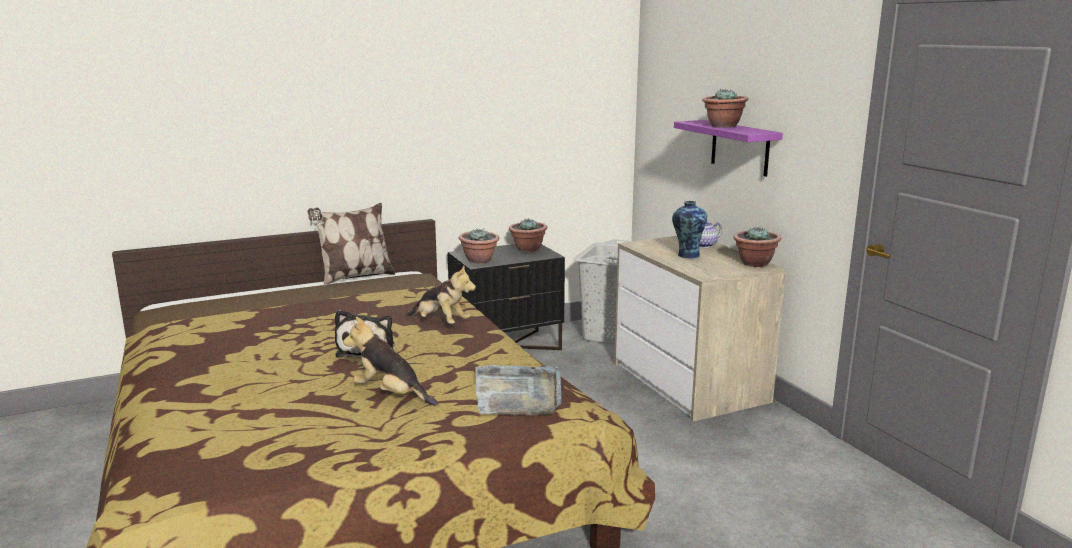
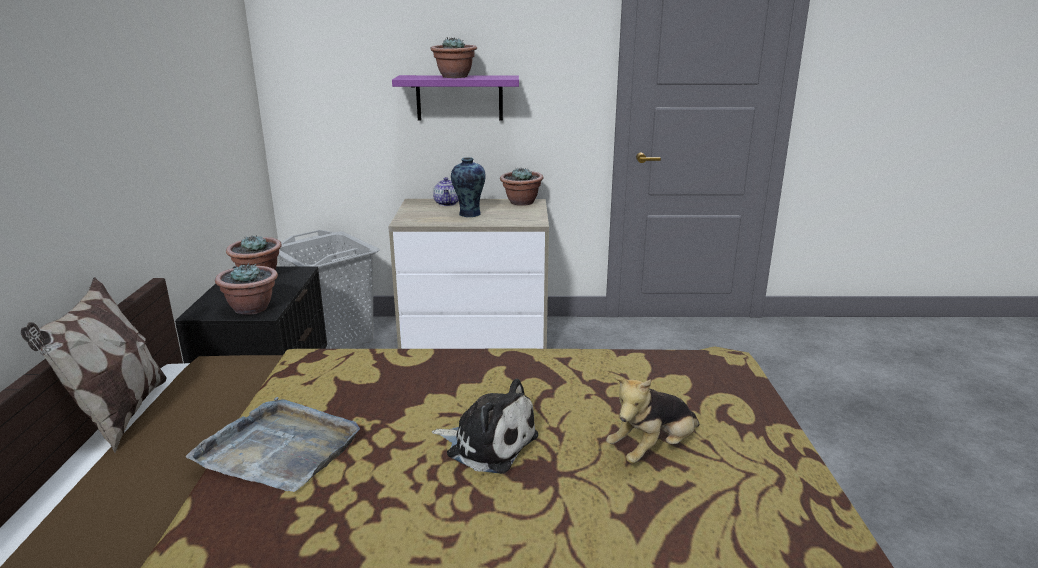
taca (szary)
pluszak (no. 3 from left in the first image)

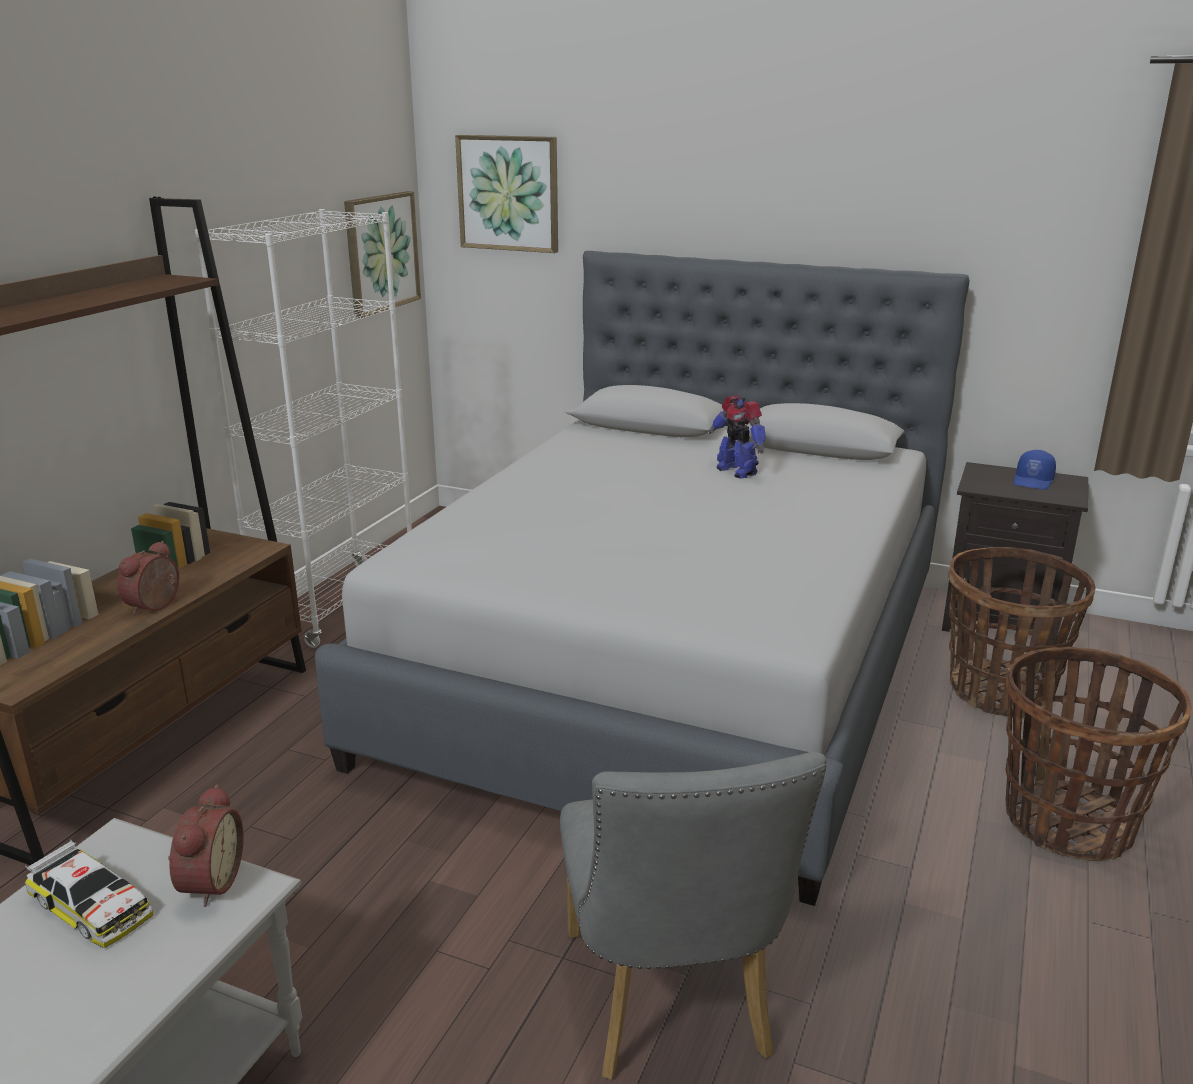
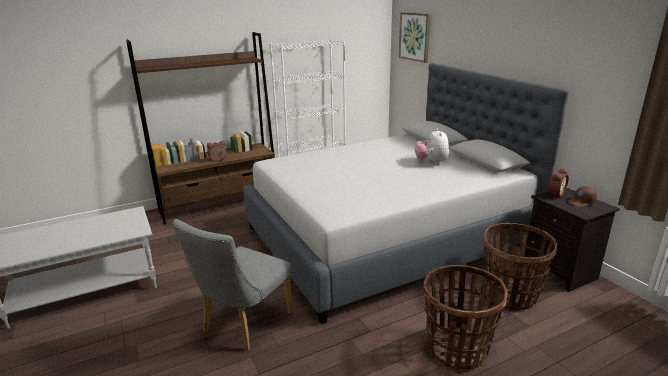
pluszak
budzik (no. 2 from left)
czapka z daszkiem (brązowy)
samochodzik
obraz (no. 1 from left in the first image)

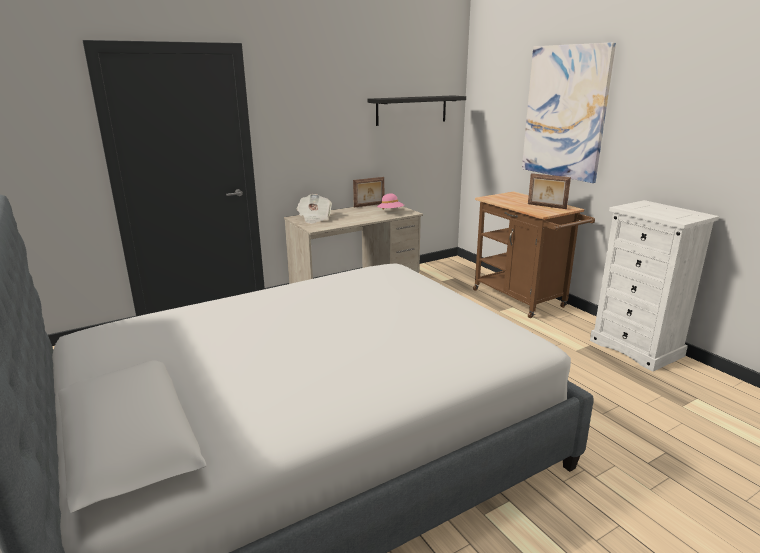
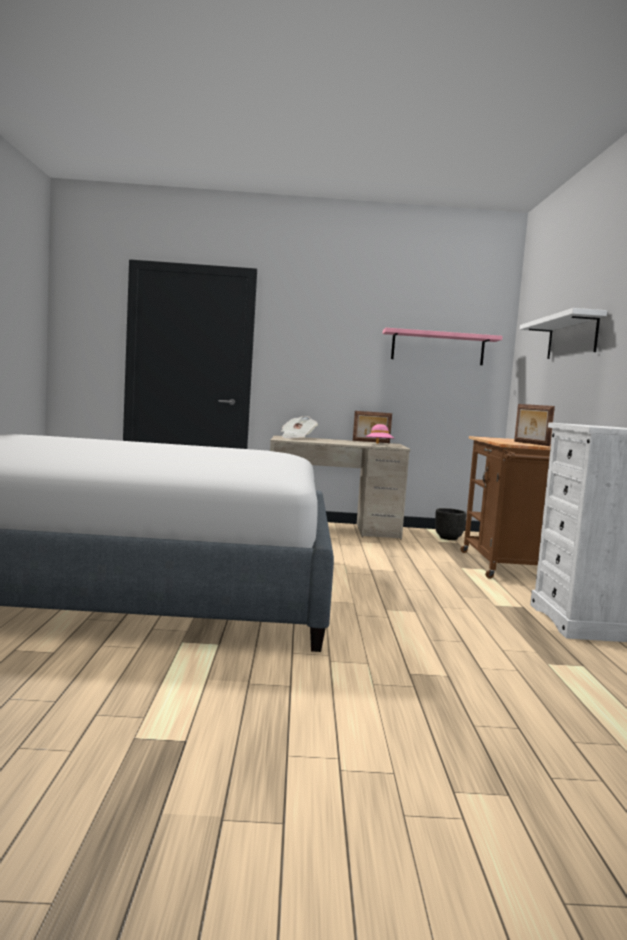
półka (różowy)
donica (czarny)
półka (biały)

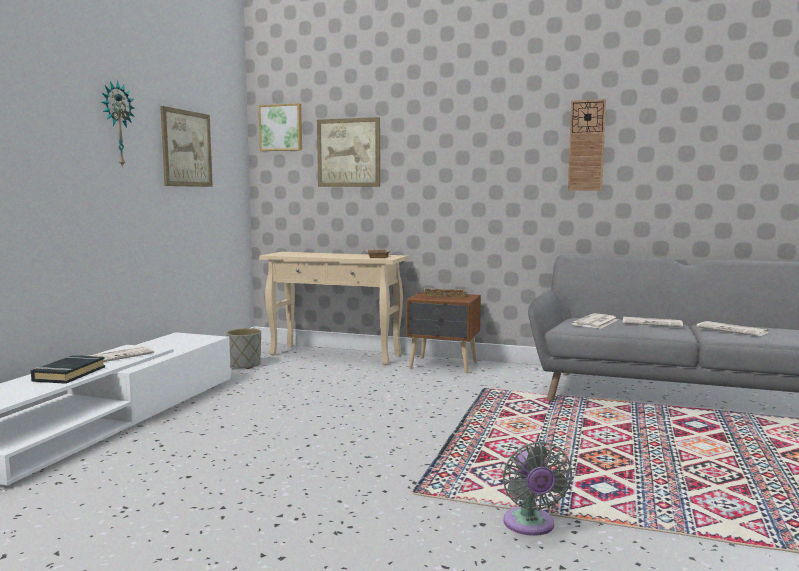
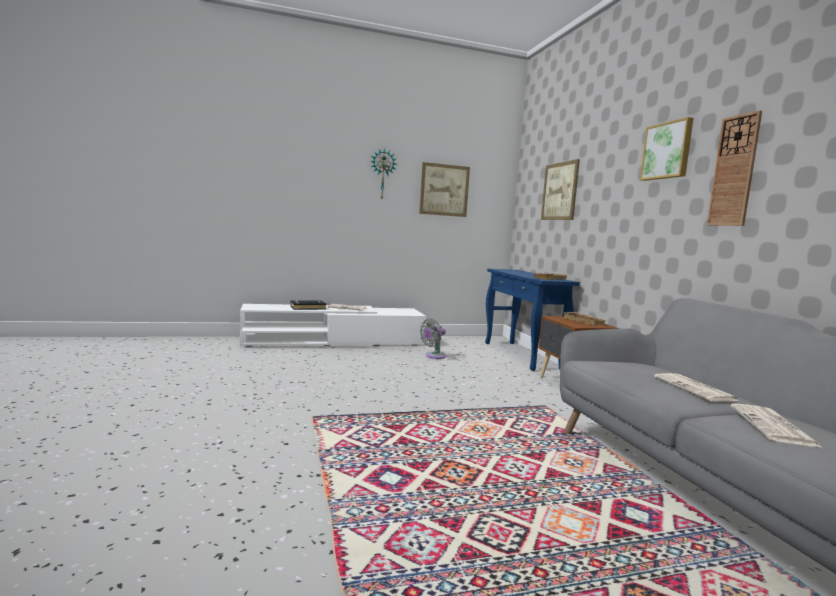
wentylator (szary)
stolik konsolowy (niebieski)
obraz (no. 3 from left)
donica (szary)
gazeta (no. 2 from left in the first image)

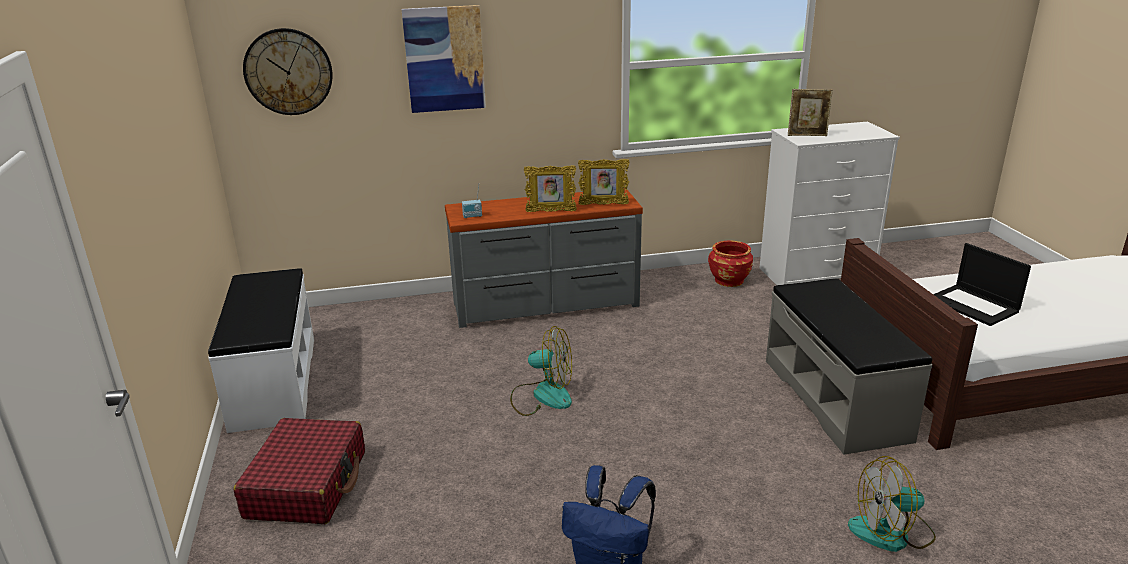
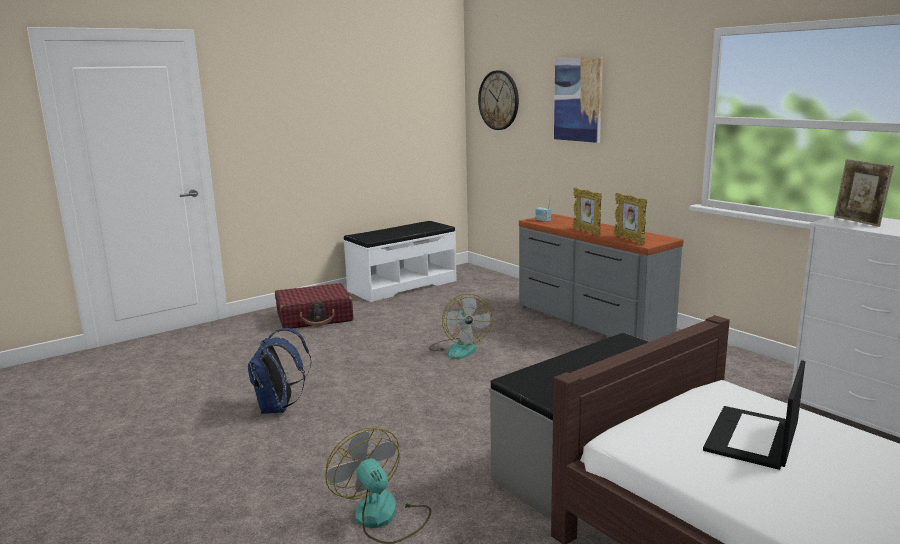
donica (czerwony)

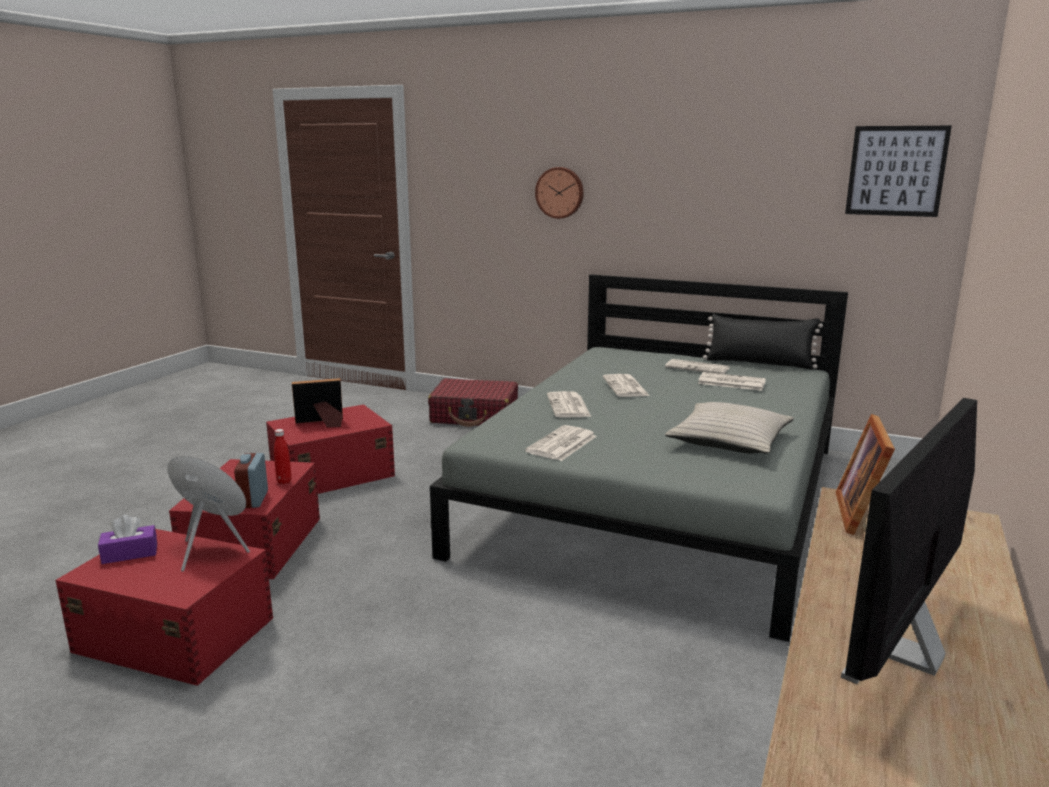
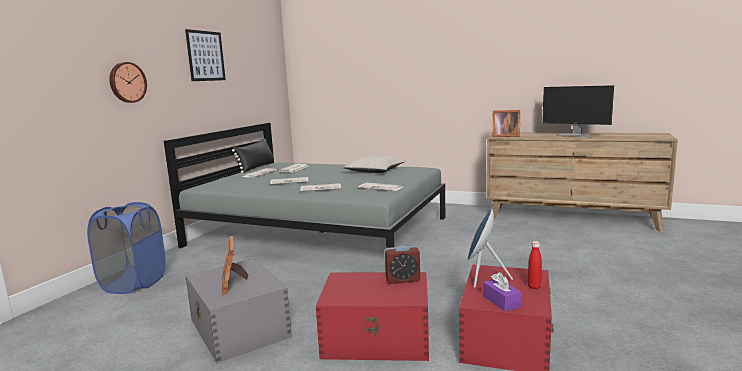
kosz na pranie (niebieski)
obraz
pojemnik do przechowywania (szary)
butelka (czerwony)

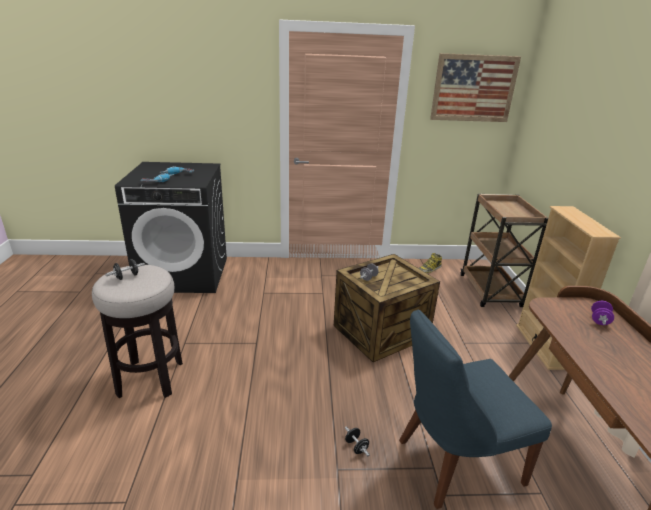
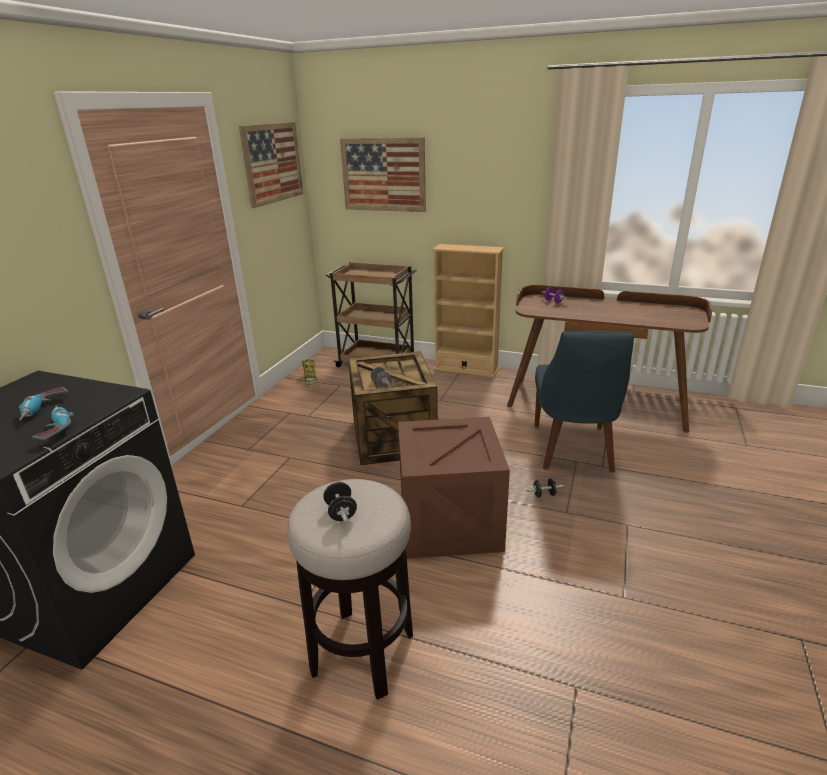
obraz (no. 2 from left)
skrzynka (no. 2 from left)

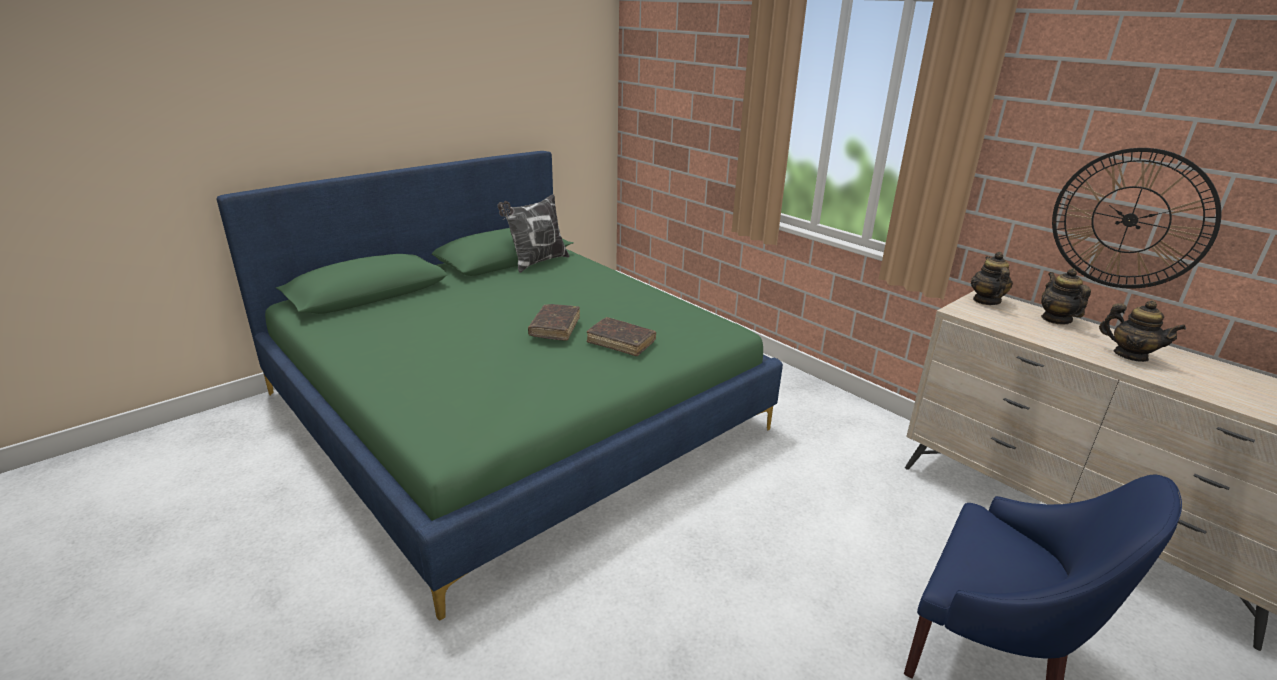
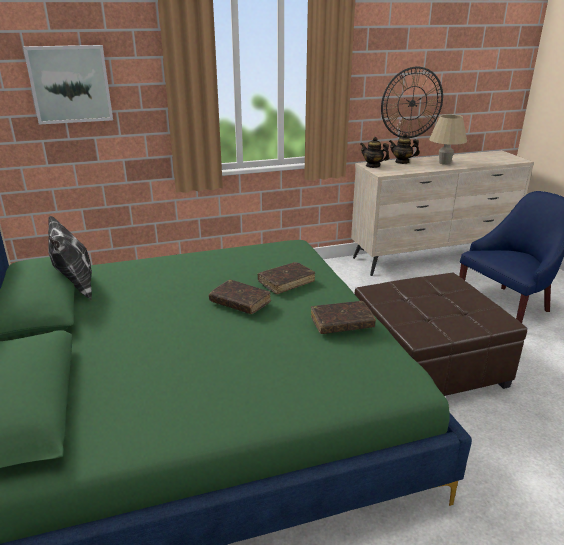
obraz
książka (brązowy) (no. 3 from left)
pufa (brązowy)
lampa stołowa (beżowy)

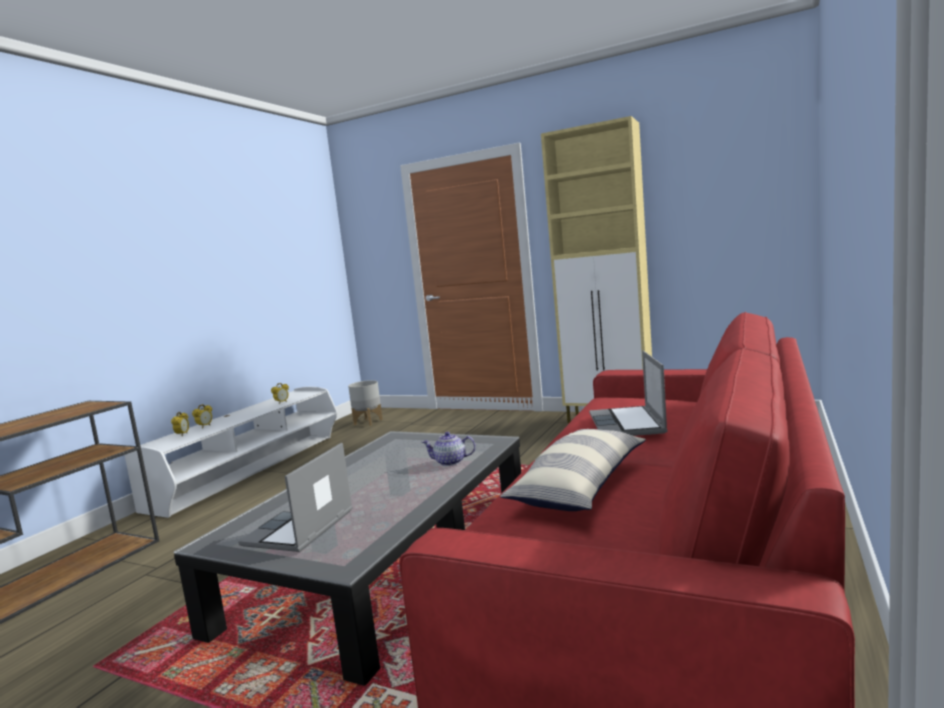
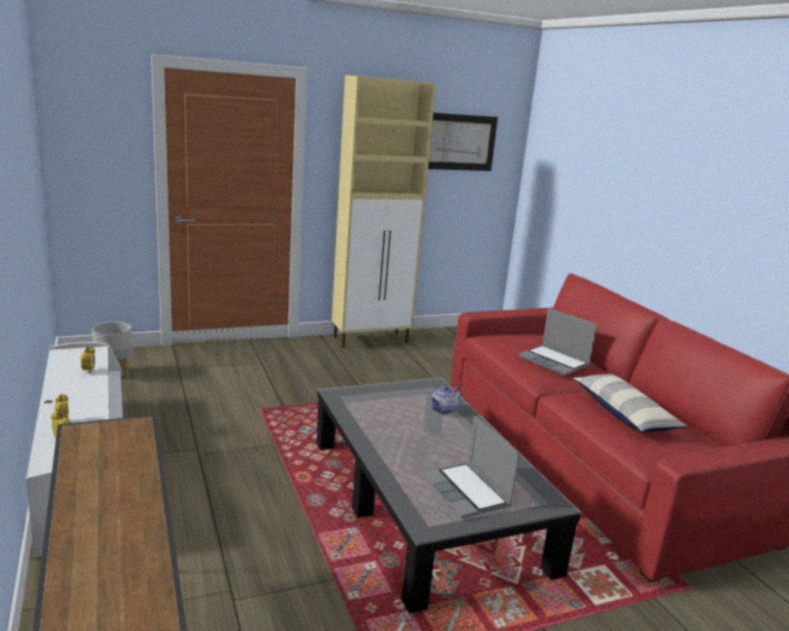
obraz

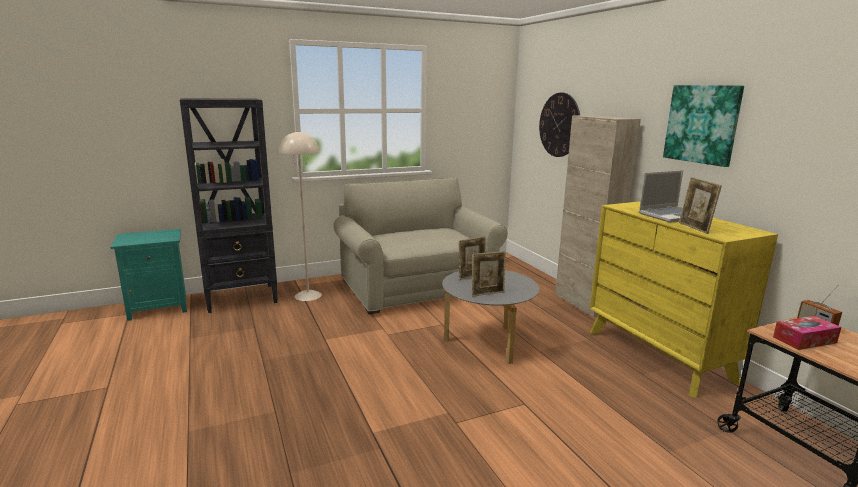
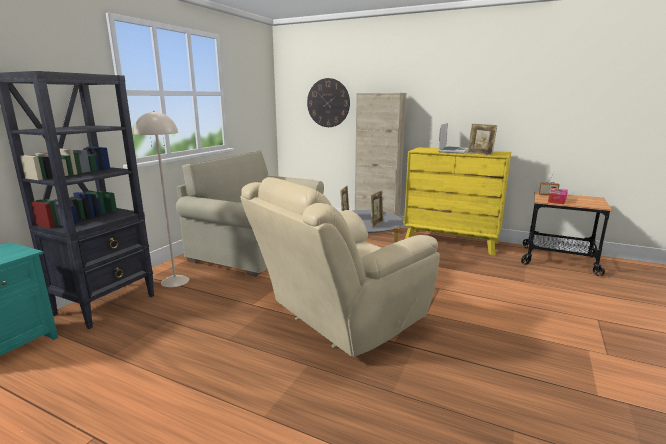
fotel (beżowy)
obraz

